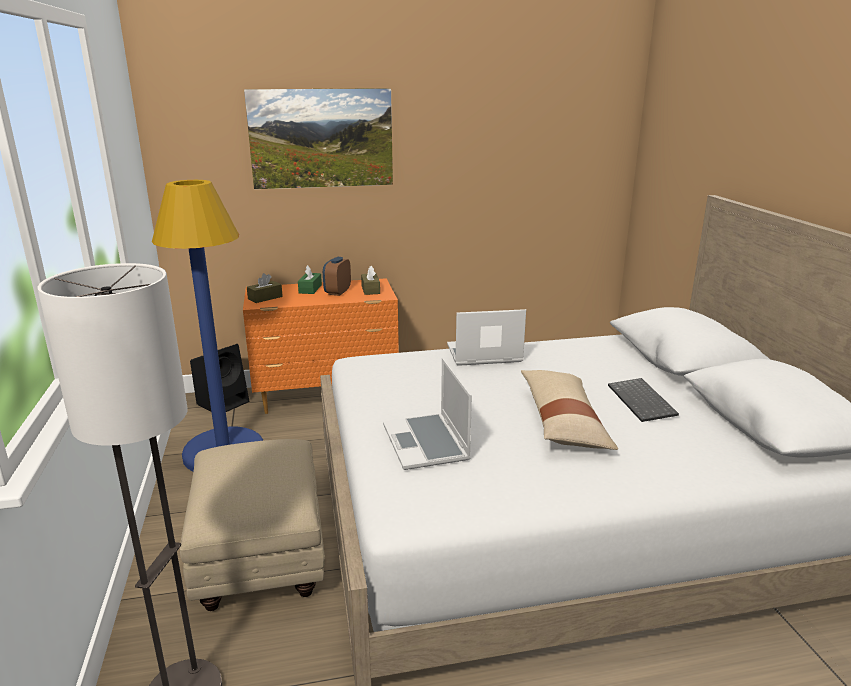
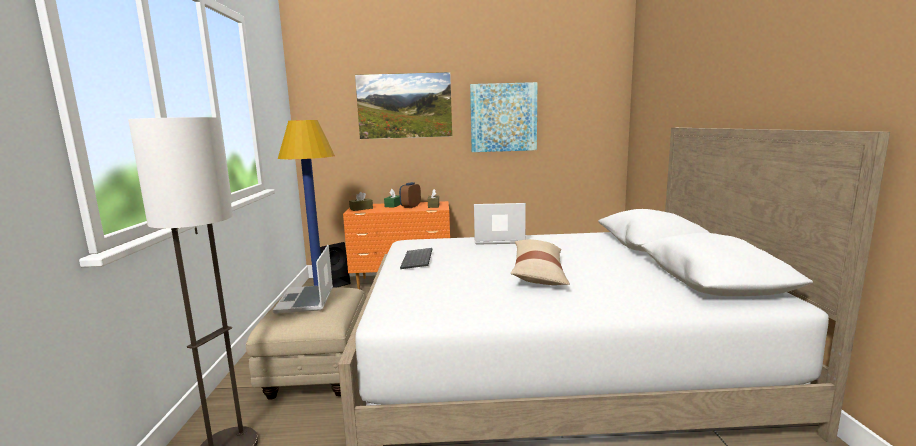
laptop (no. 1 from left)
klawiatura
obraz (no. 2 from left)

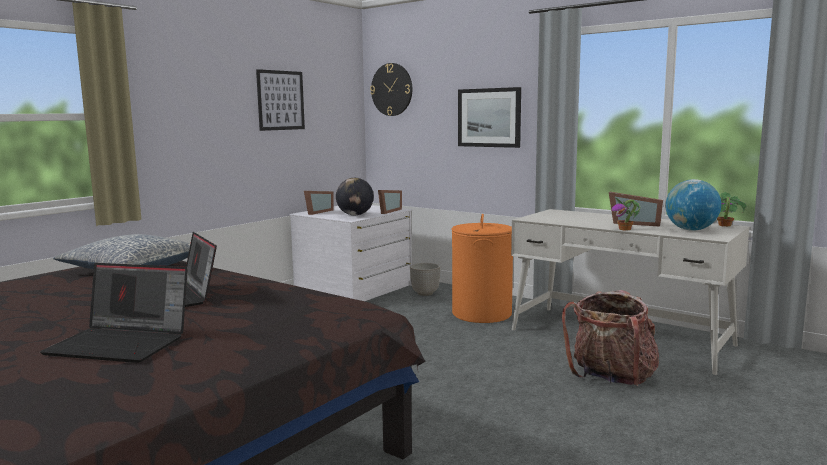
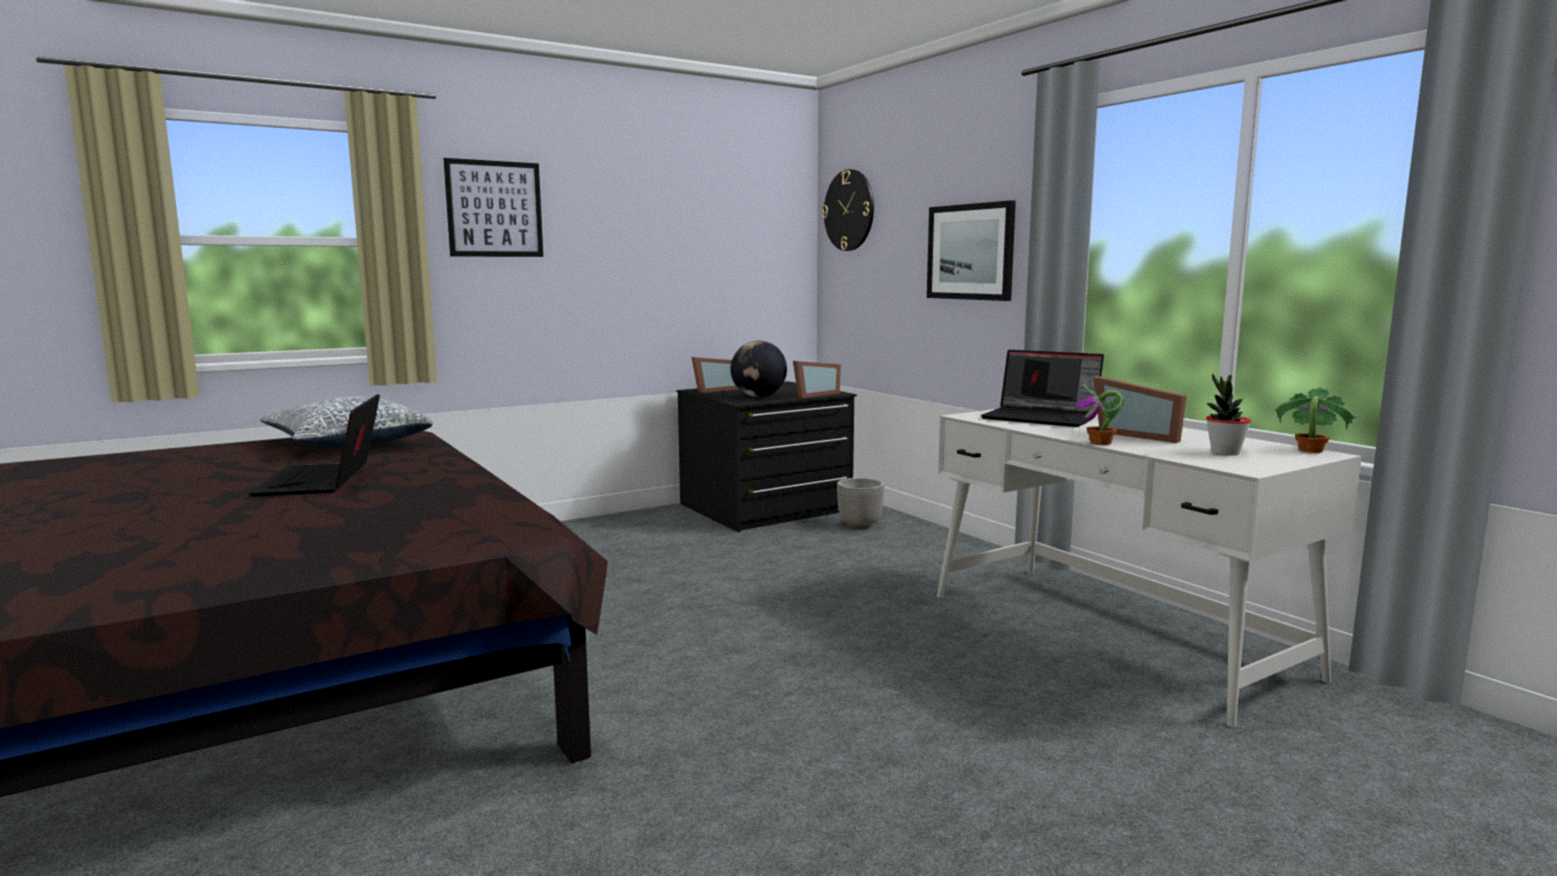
obraz (no. 1 from left)
komoda (czarny)
laptop (no. 2 from left)
roślina doniczkowa (no. 2 from left)
kosz na pranie (pomarańczowy)
plecak

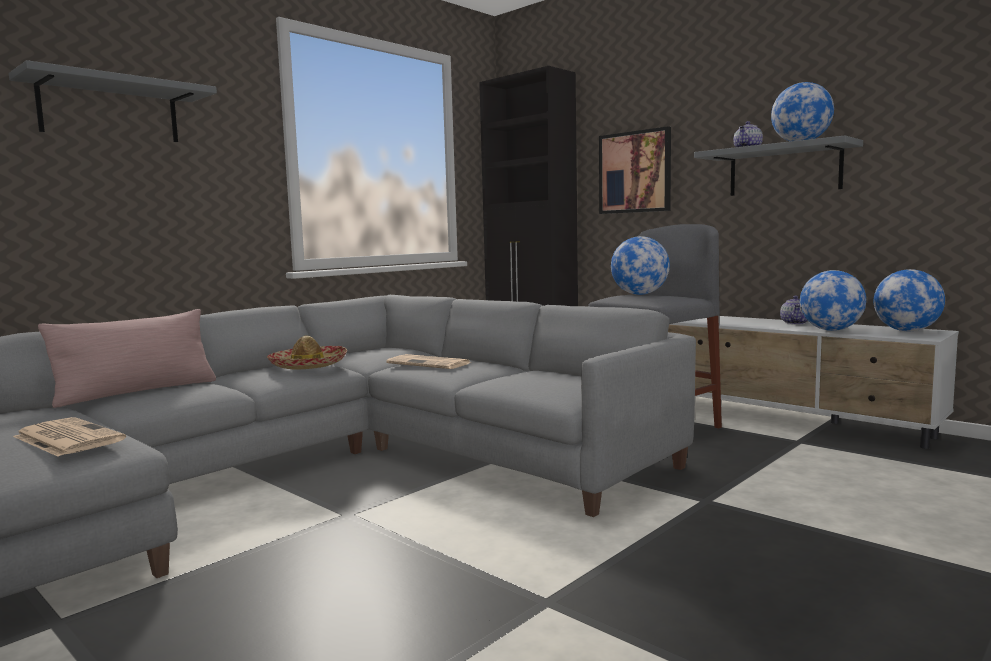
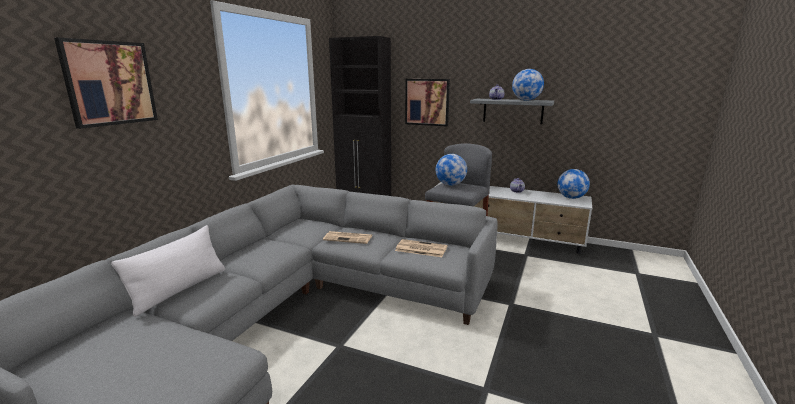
obraz (no. 1 from left)
poduszka (biały)
gazeta (no. 2 from left)
kapelusz
globus (no. 3 from left in the first image)

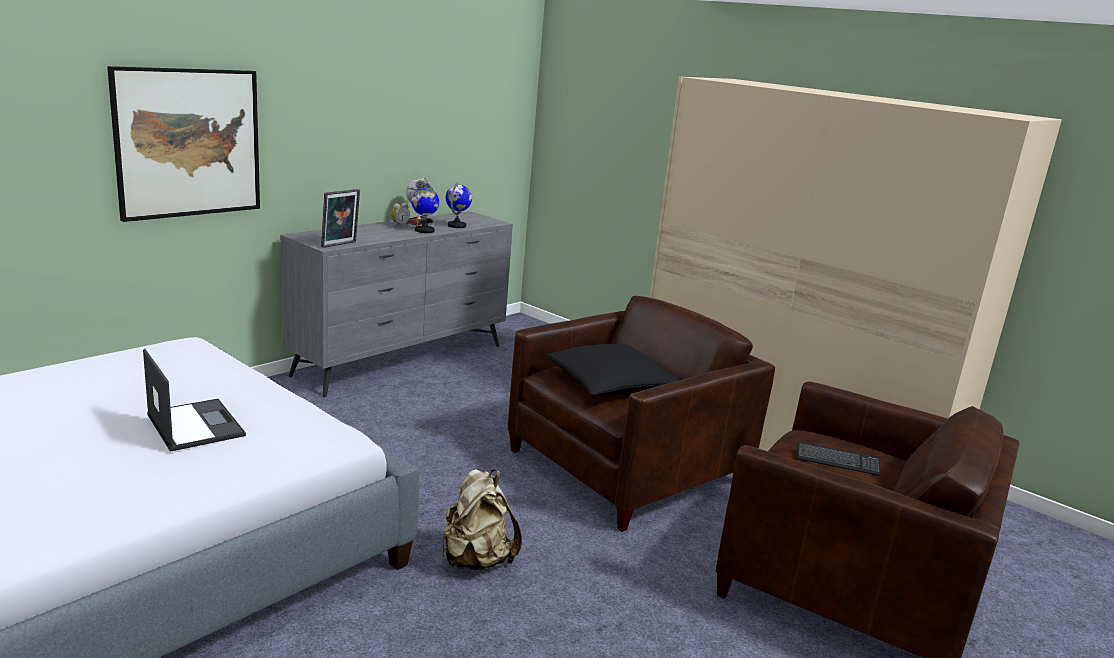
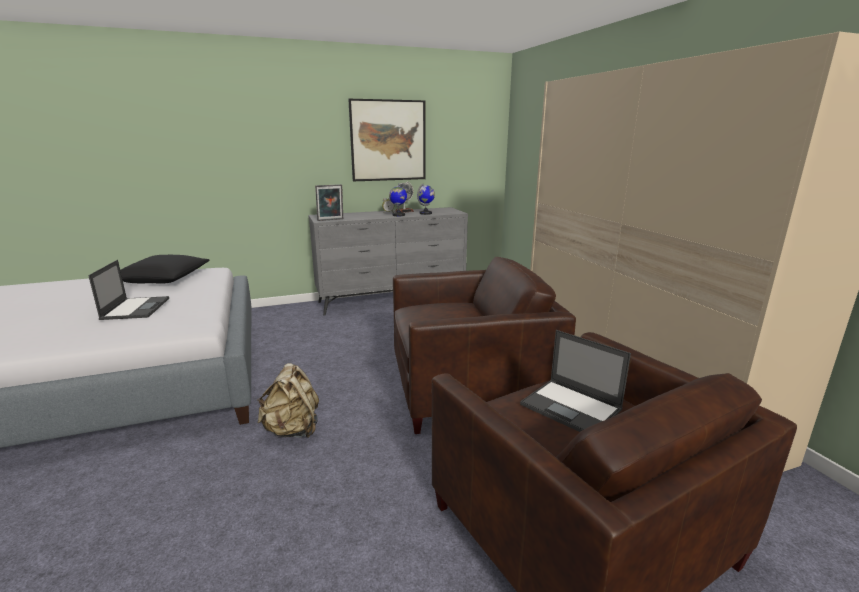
poduszka (czarny)
obraz
laptop (no. 2 from left)

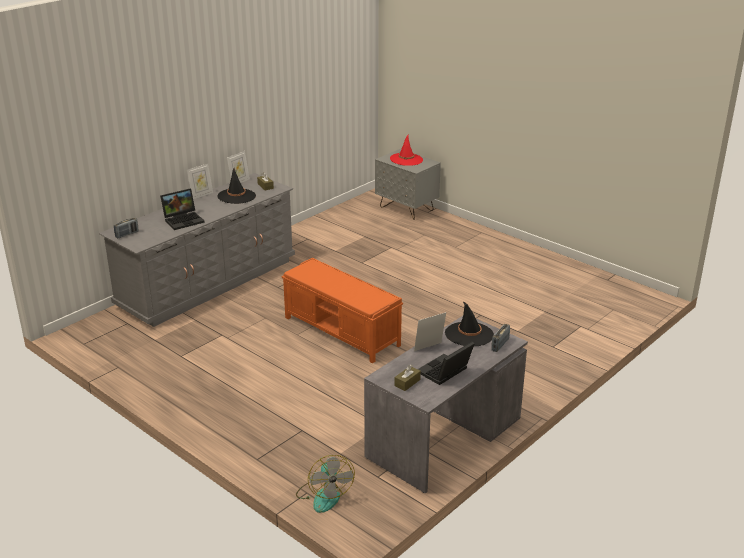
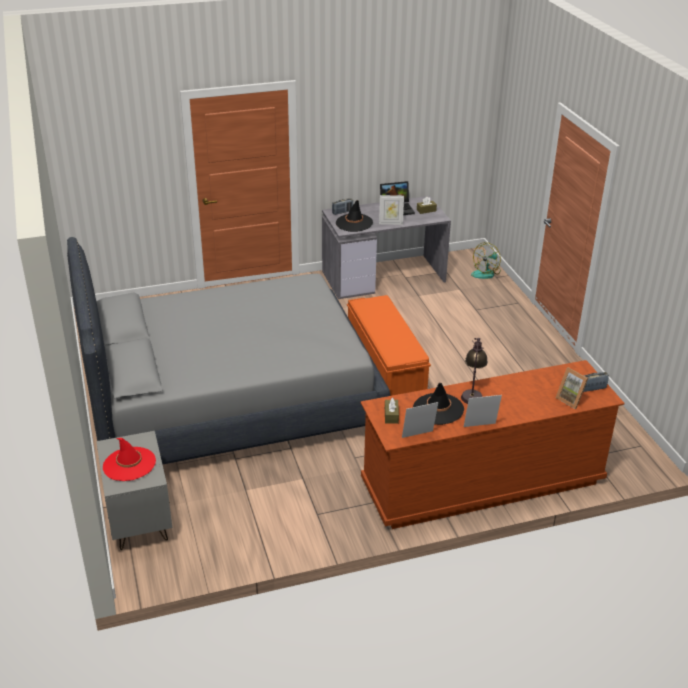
łóżko (szary)
komoda (brązowy)
lampa stołowa
wentylator
ramka na zdjęcie (no. 4 from left)
laptop (no. 1 from left in the first image)

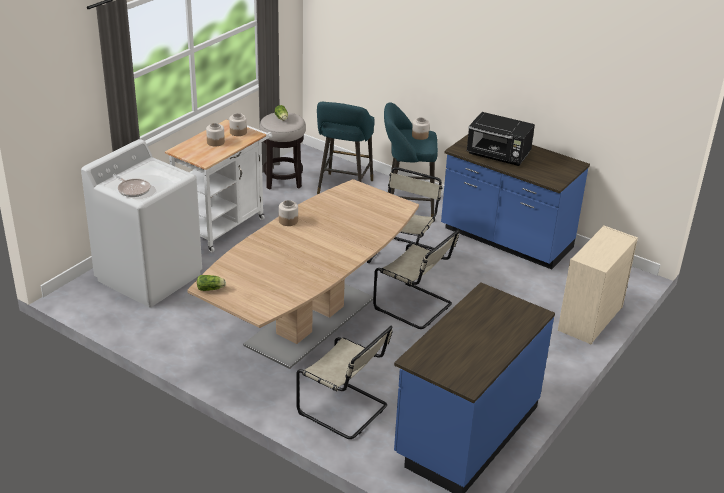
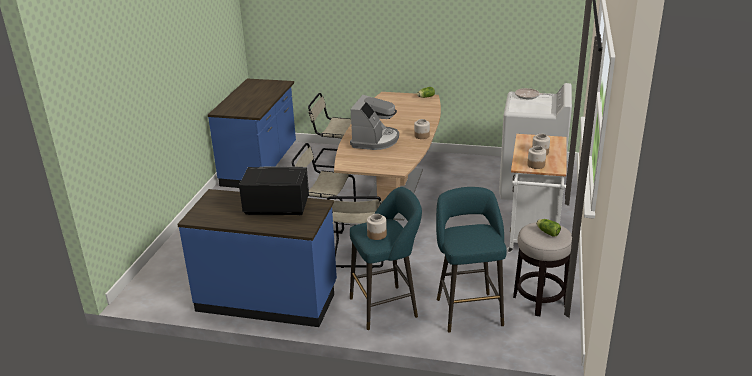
ekspres do kawy
komoda (beżowy)

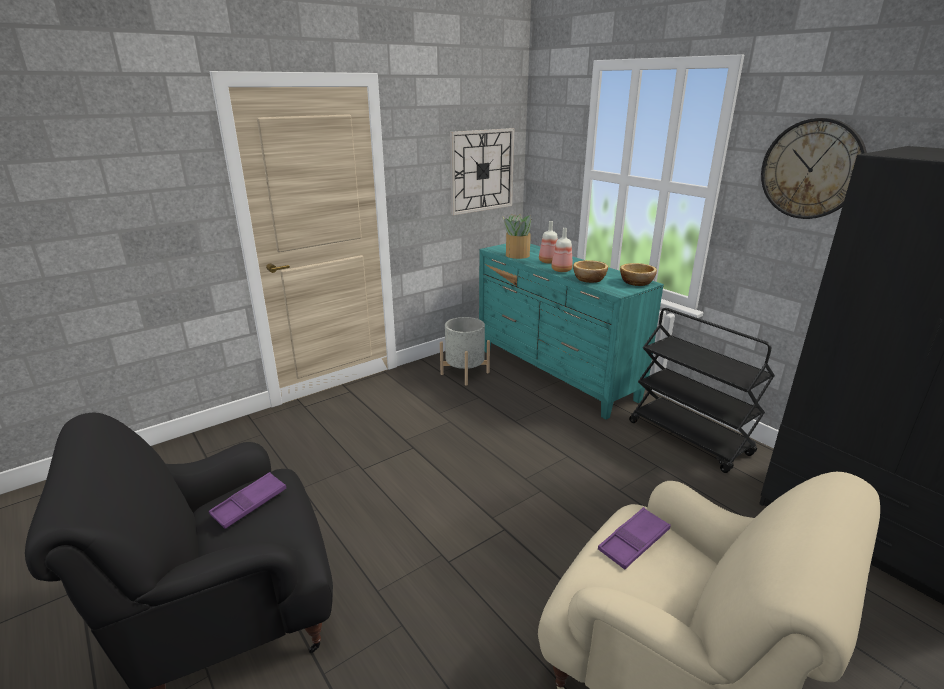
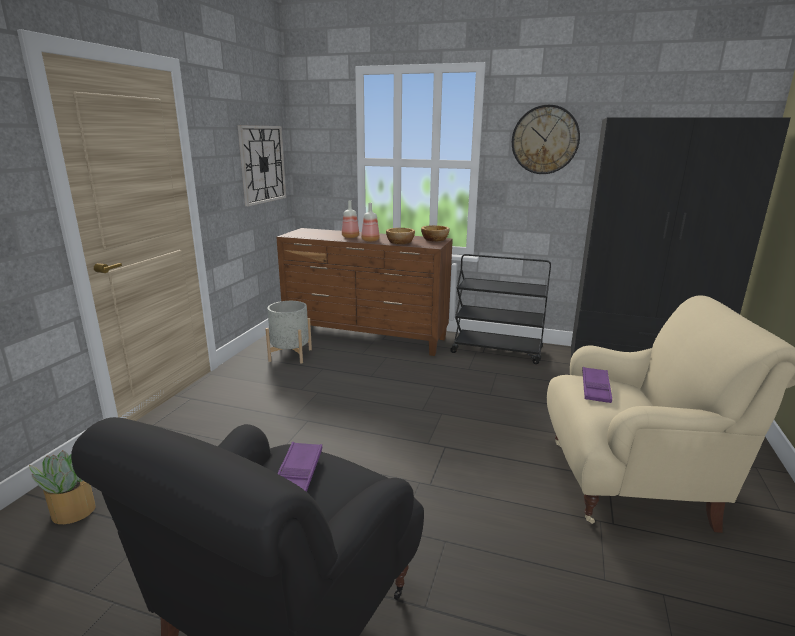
roślina doniczkowa
komoda (brązowy)

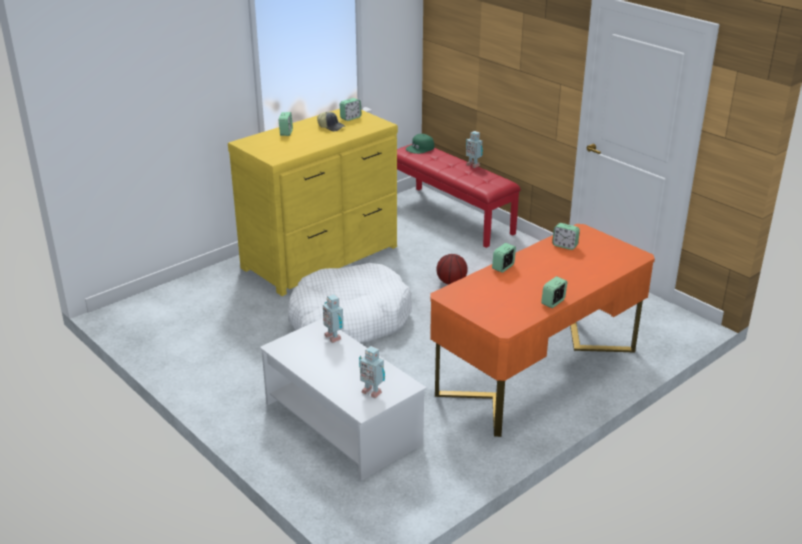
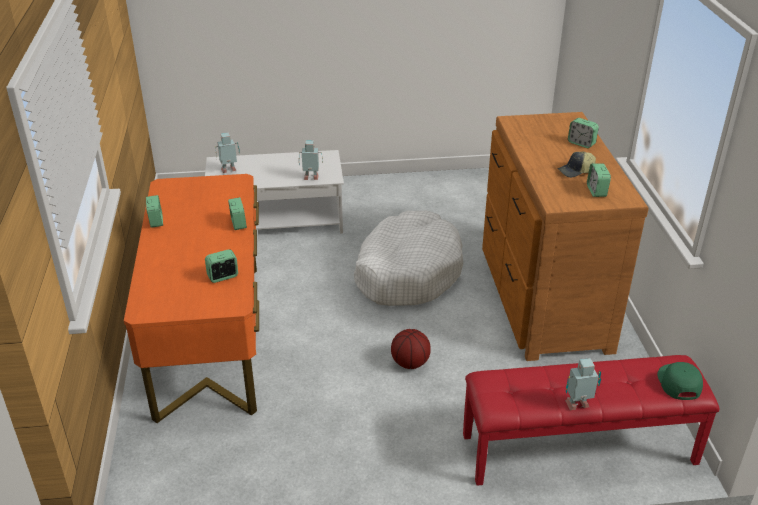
komoda (brązowy)

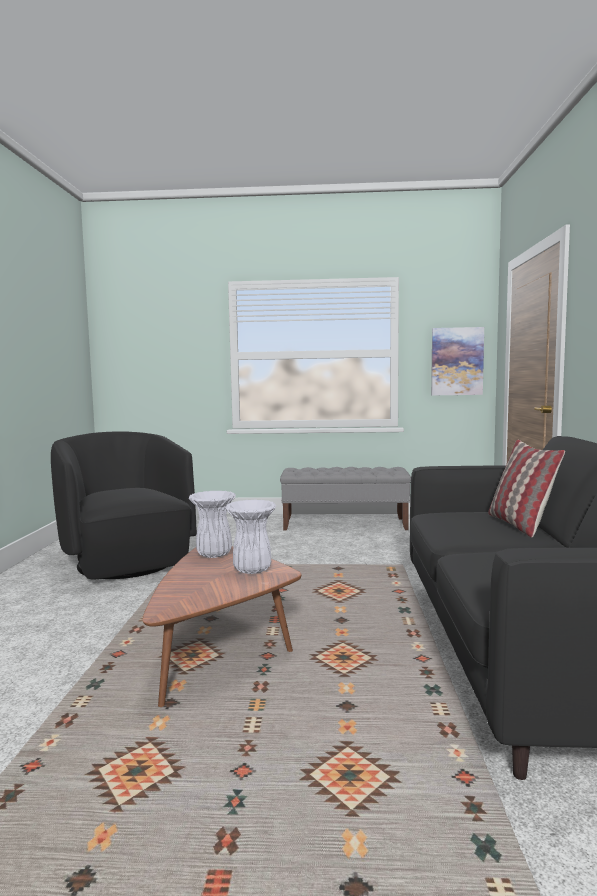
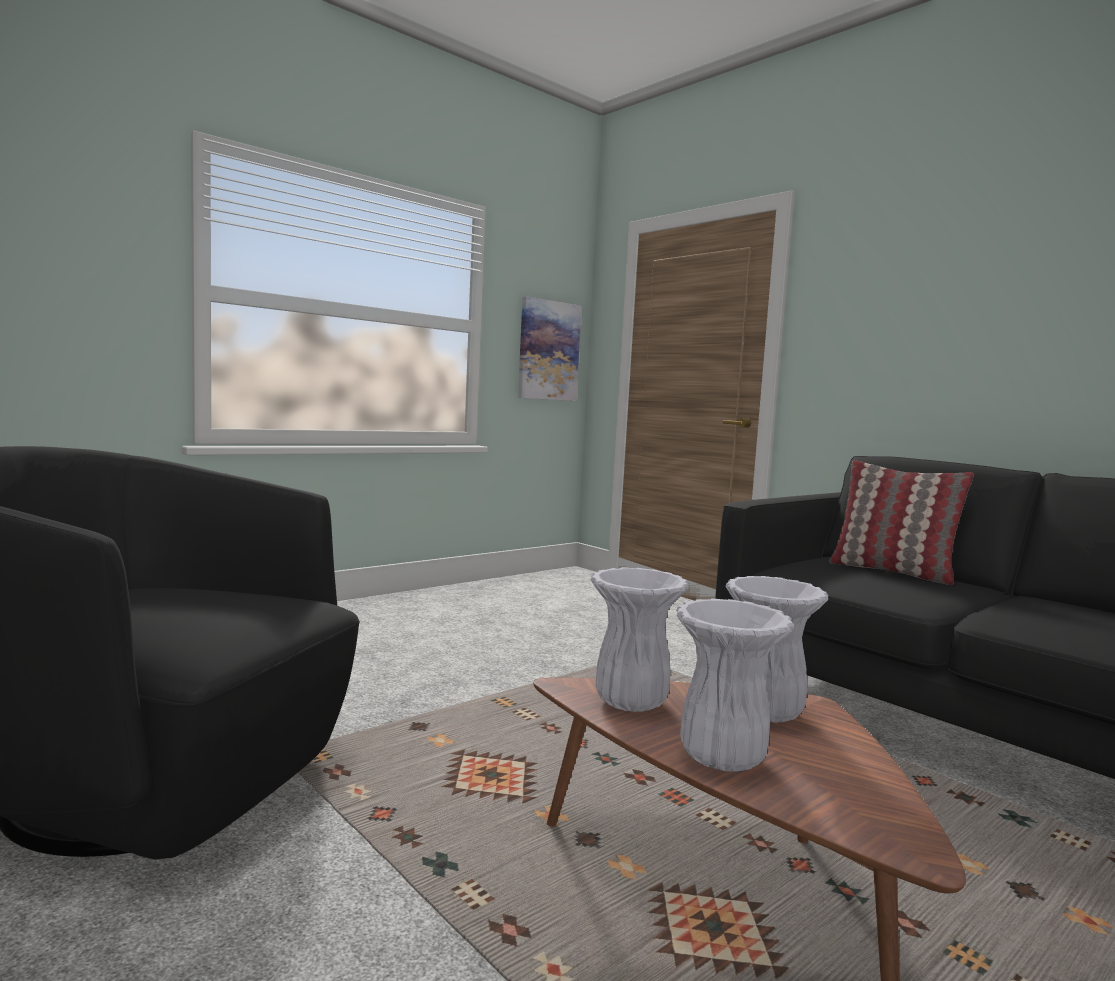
wazon (biały) (no. 2 from left)
ławka (szary)

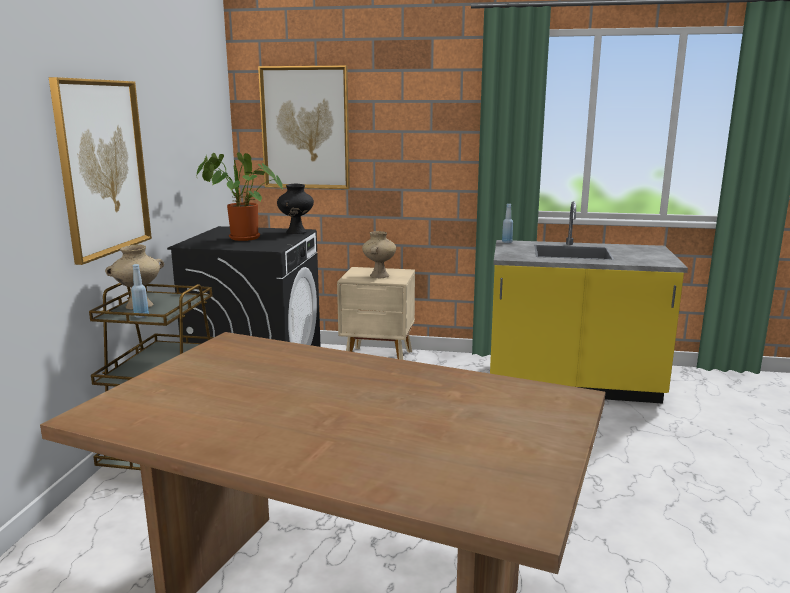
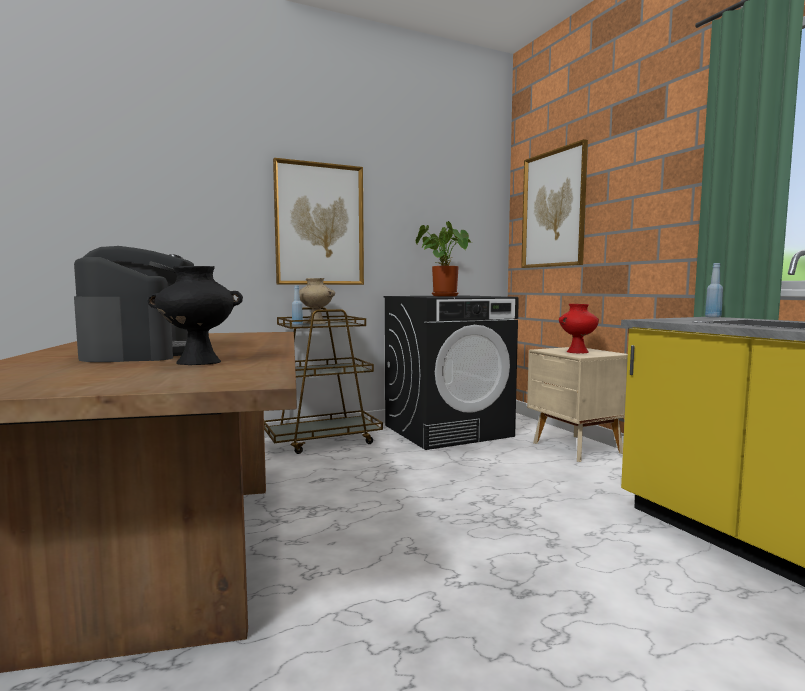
ekspres do kawy
wazon (czarny)
wazon (czerwony)

